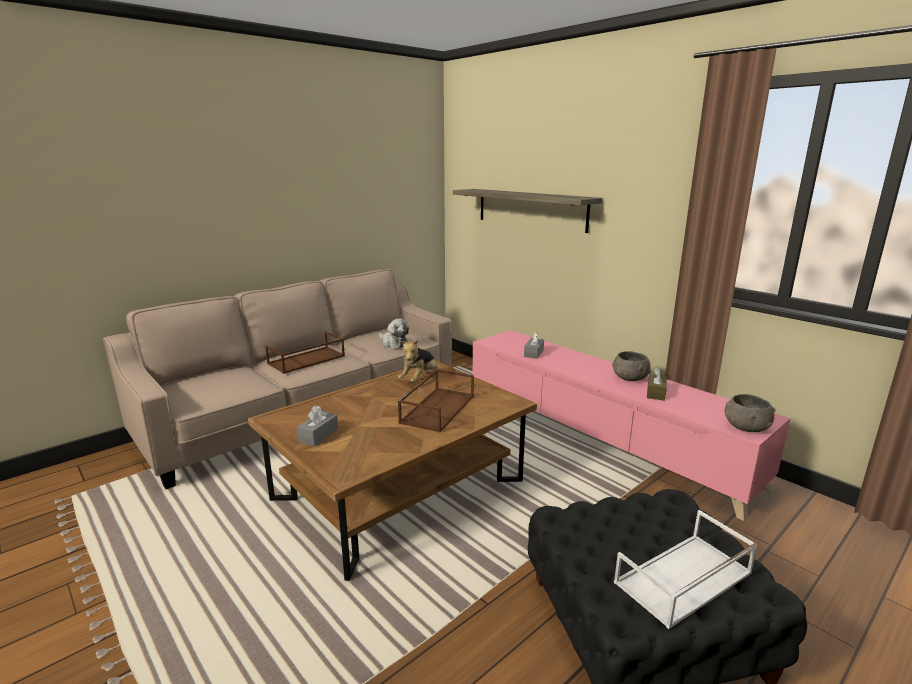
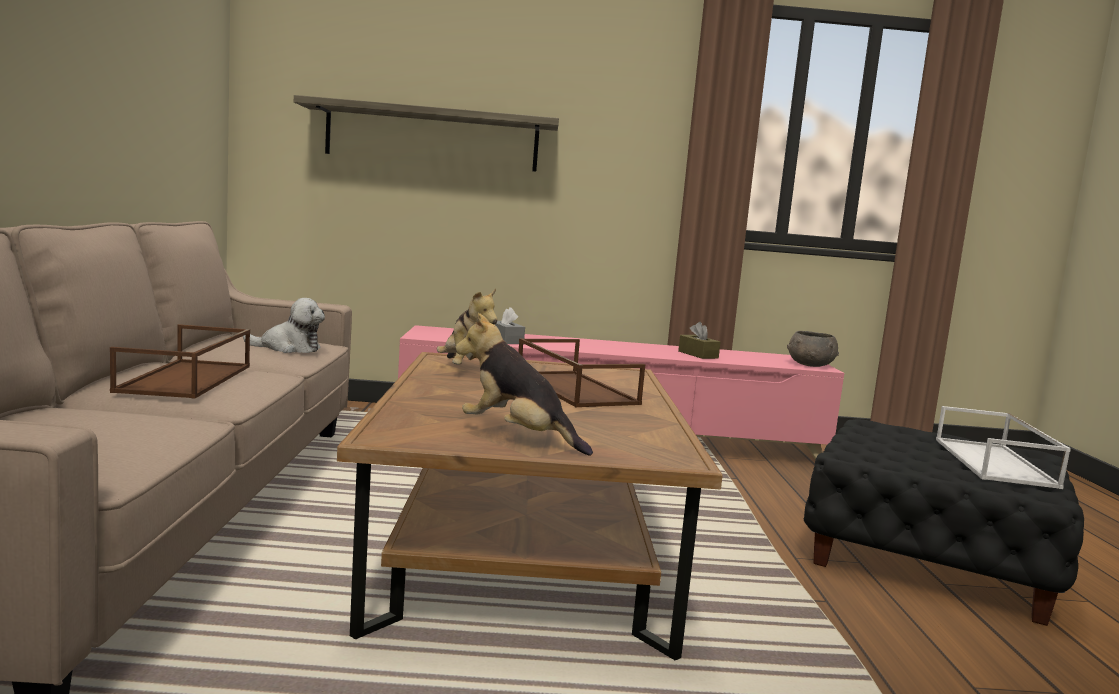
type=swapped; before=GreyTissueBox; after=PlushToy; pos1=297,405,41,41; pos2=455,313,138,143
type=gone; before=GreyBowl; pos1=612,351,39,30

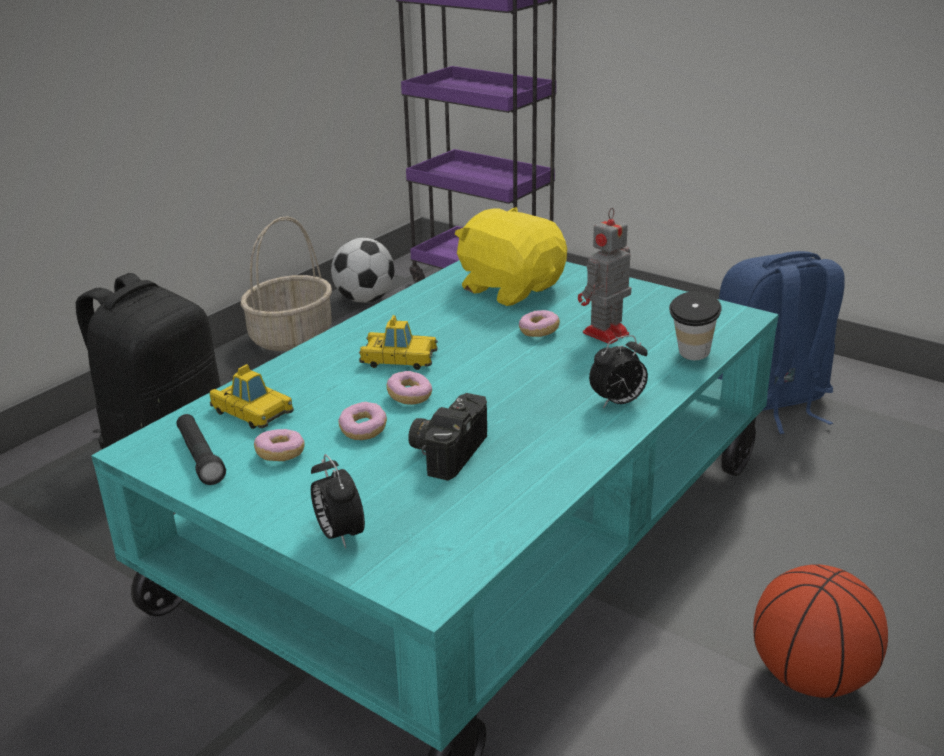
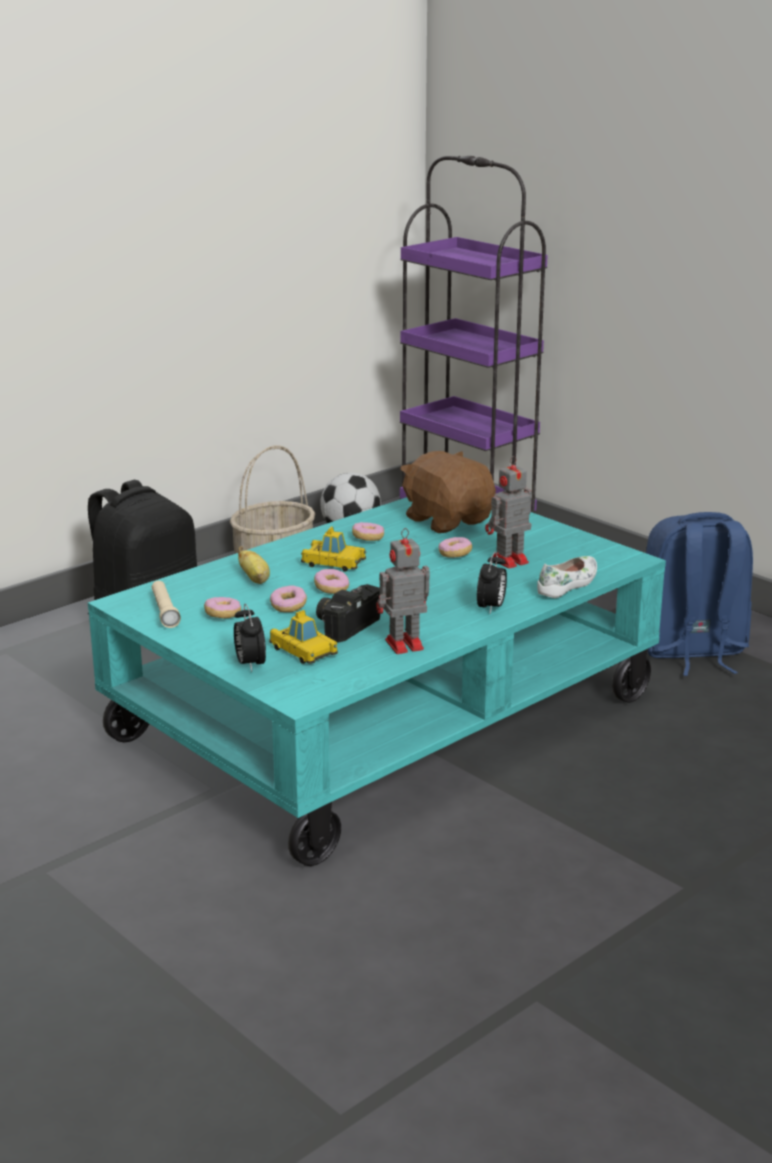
type=repainted; before=BlackFlashlight; after=BeigeFlashlight; pos1=176,414,50,71; pos2=151,581,30,47
type=new; after=Banana; pos2=238,546,32,38
type=shifted; before=ToyCar; pos1=210,364,84,65; pos2=269,610,69,54
type=new; after=Donut; pos2=352,522,32,19
type=new; after=ToyRobot; pos2=376,528,54,126
type=repainted; before=YellowPlushToy; after=BrownPlushToy; pos1=455,207,112,99; pos2=400,451,96,82
type=rotated; before=AlarmClock; pos1=589,335,59,73; pos2=477,551,30,63; turn=-60
type=swapped; before=Cup; after=WhiteShoe; pos1=669,291,53,69; pos2=537,556,60,42
type=gone; before=Basketball; pos1=753,564,135,134

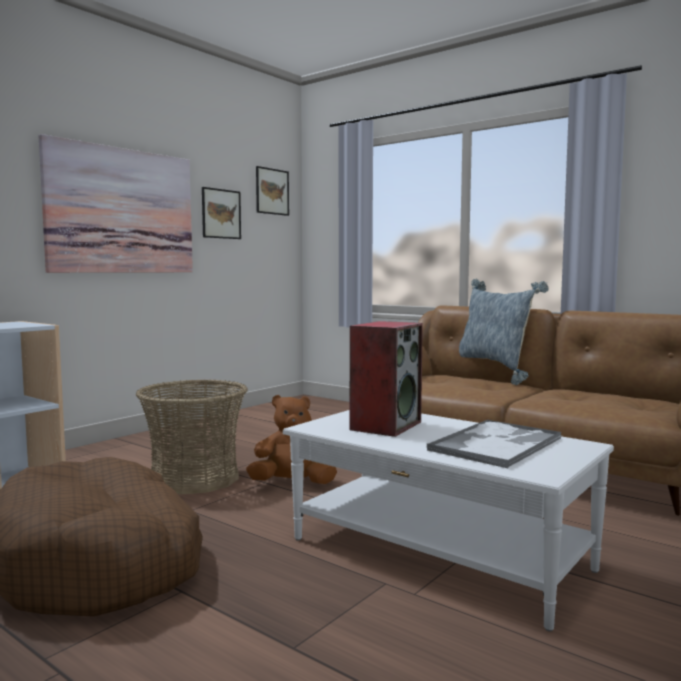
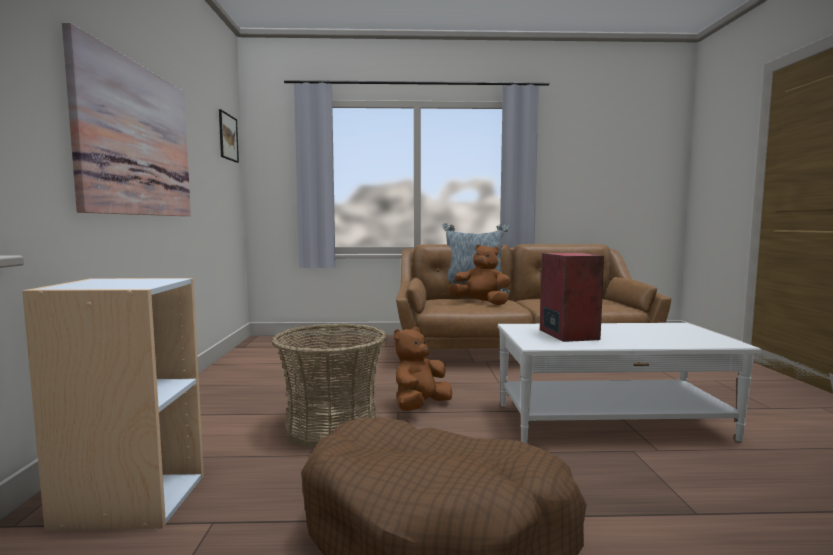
type=new; after=BrownPlushToy; pos2=448,244,63,61
type=gone; before=Picture; pos1=202,187,39,52
type=gone; before=Tray; pos1=427,420,135,48

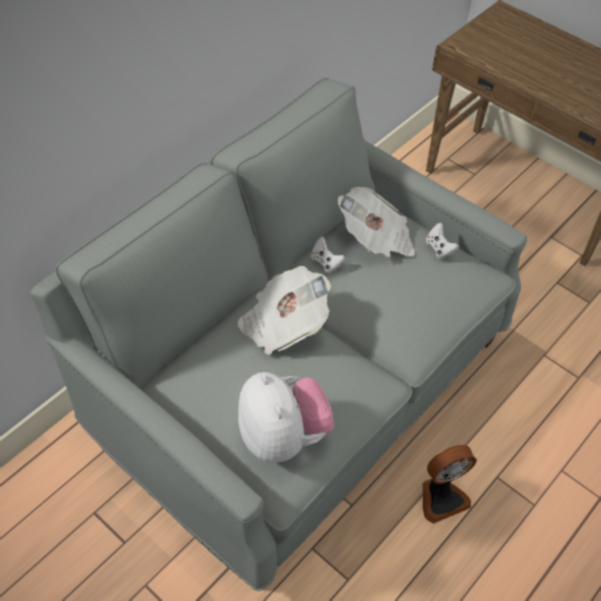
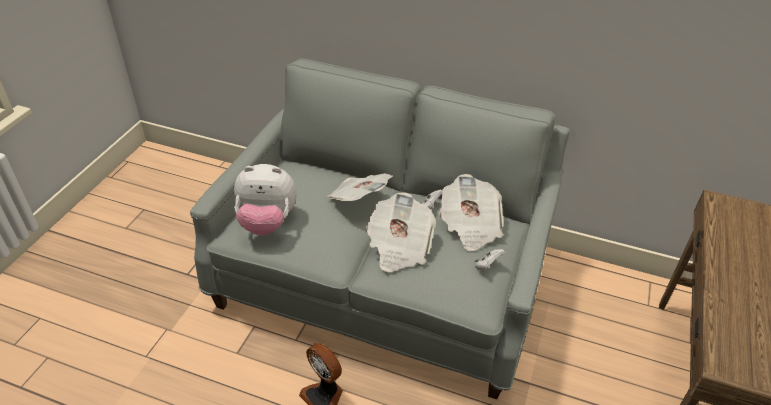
type=rotated; before=PlushToy; pos1=238,372,96,91; pos2=234,164,63,71; turn=45
type=new; after=Newspaper; pos2=366,192,70,80

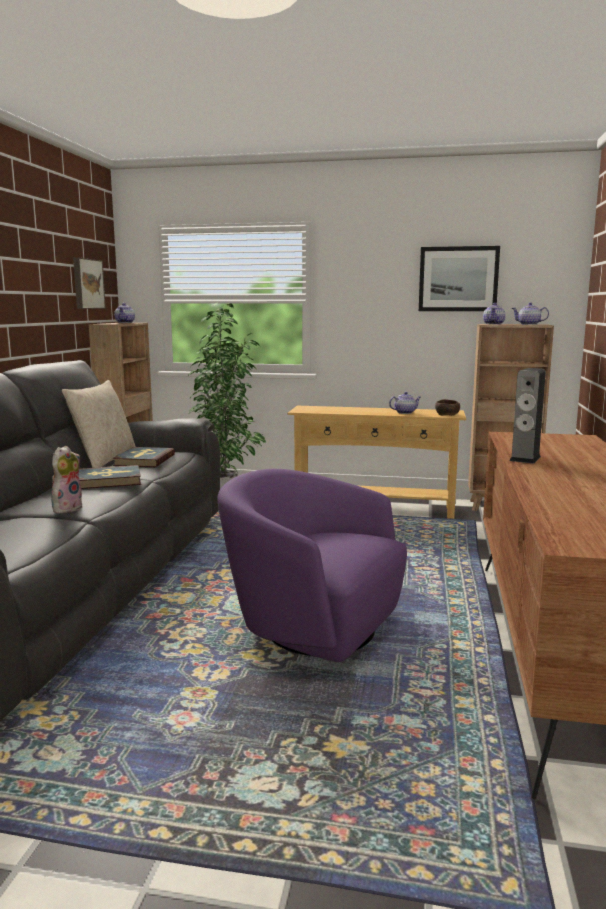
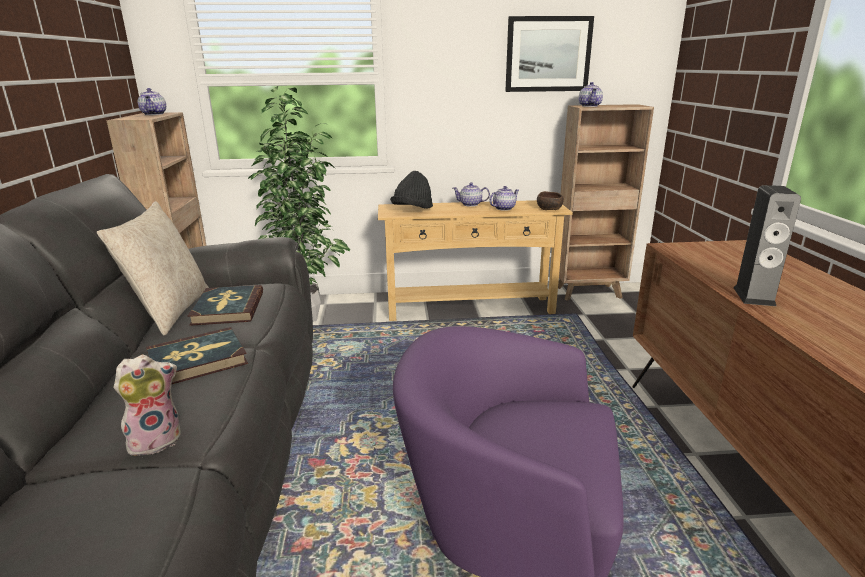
type=rotated; before=PlushToy; pos1=51,446,32,67; pos2=113,354,68,102; turn=45
type=new; after=BlackHat; pos2=390,171,43,37
type=shifted; before=Teapot; pos1=512,303,37,22; pos2=453,182,37,25
type=gone; before=Picture; pos1=73,257,33,52

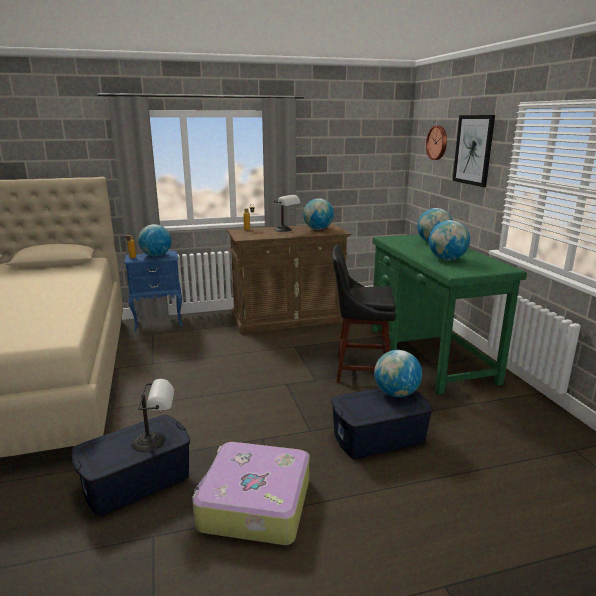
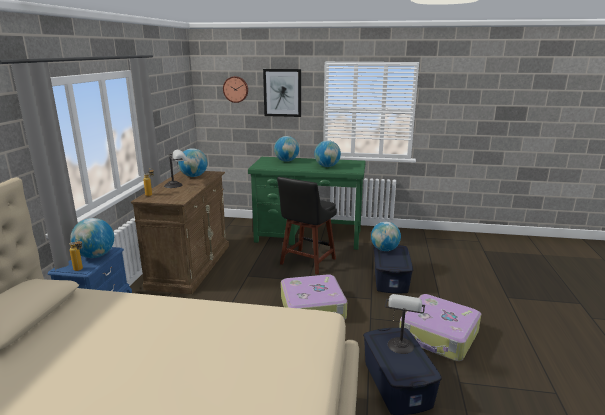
type=new; after=Suitcase; pos2=281,274,66,46

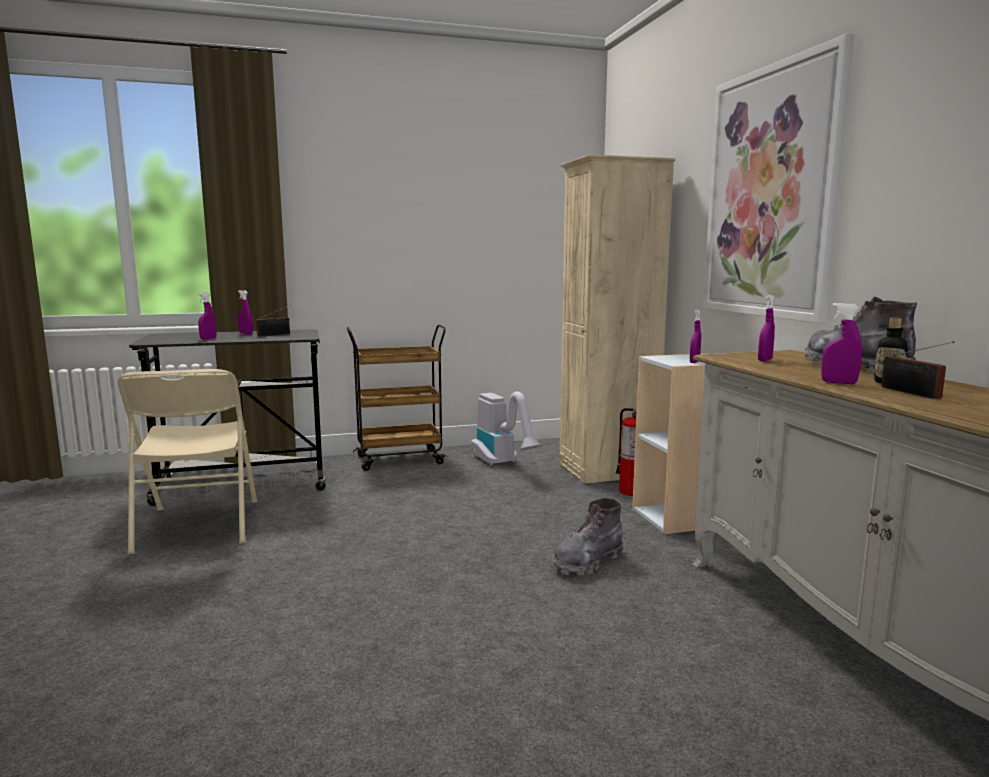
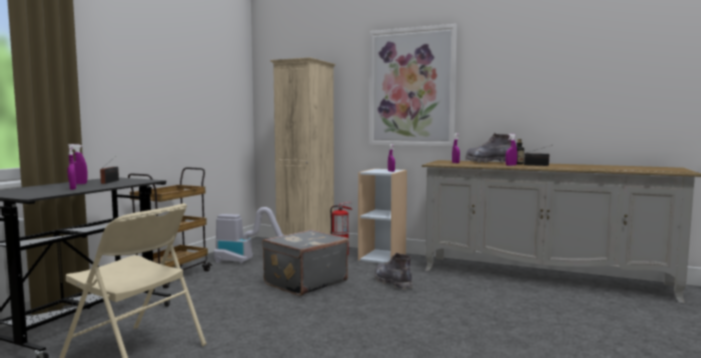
type=new; after=GreySuitcase; pos2=262,230,86,66
type=rotated; before=GreyBoot; pos1=553,498,70,78; pos2=375,253,38,37; turn=150

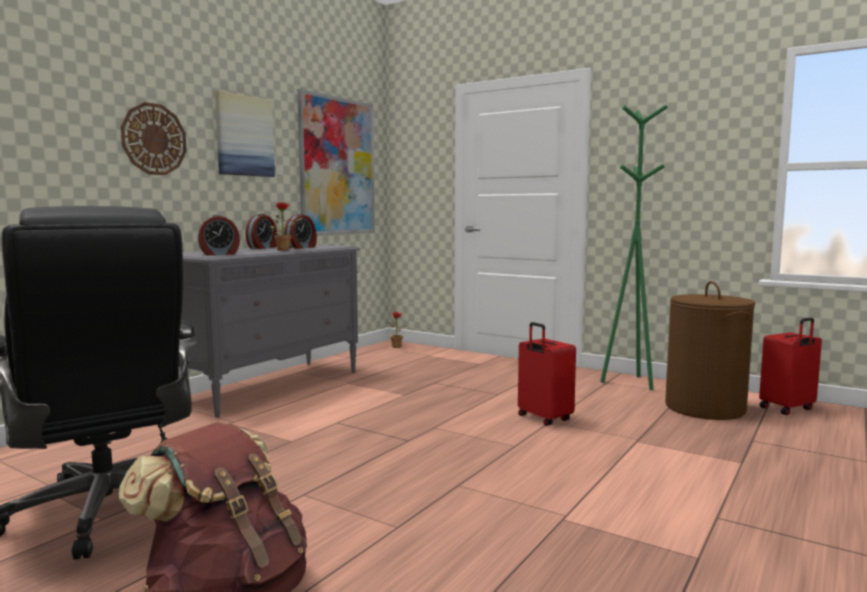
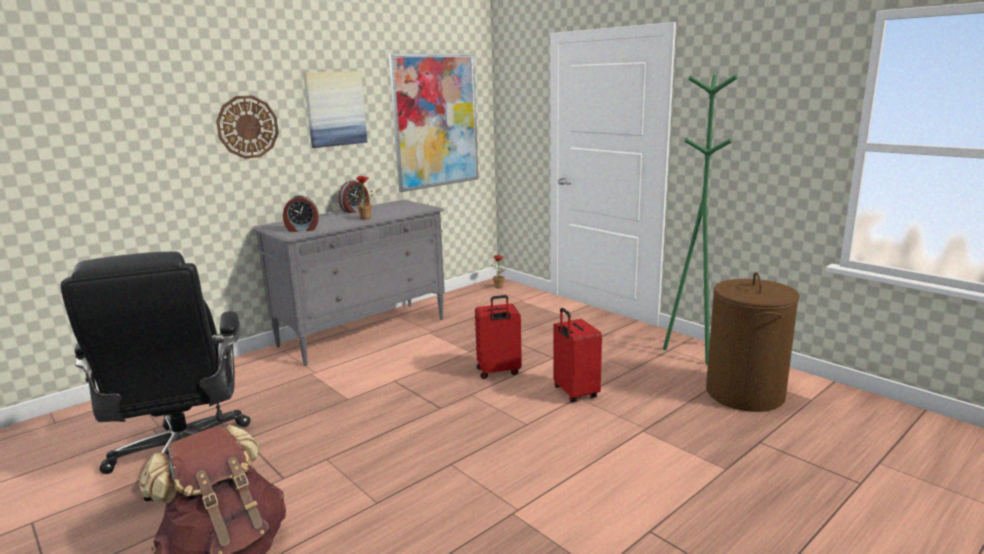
type=shifted; before=RedSuitcase; pos1=759,318,63,97; pos2=475,295,47,84
type=gone; before=AlarmClock; pos1=284,214,33,34

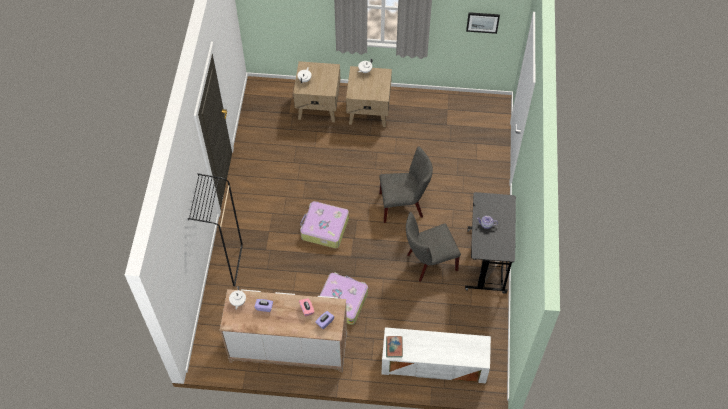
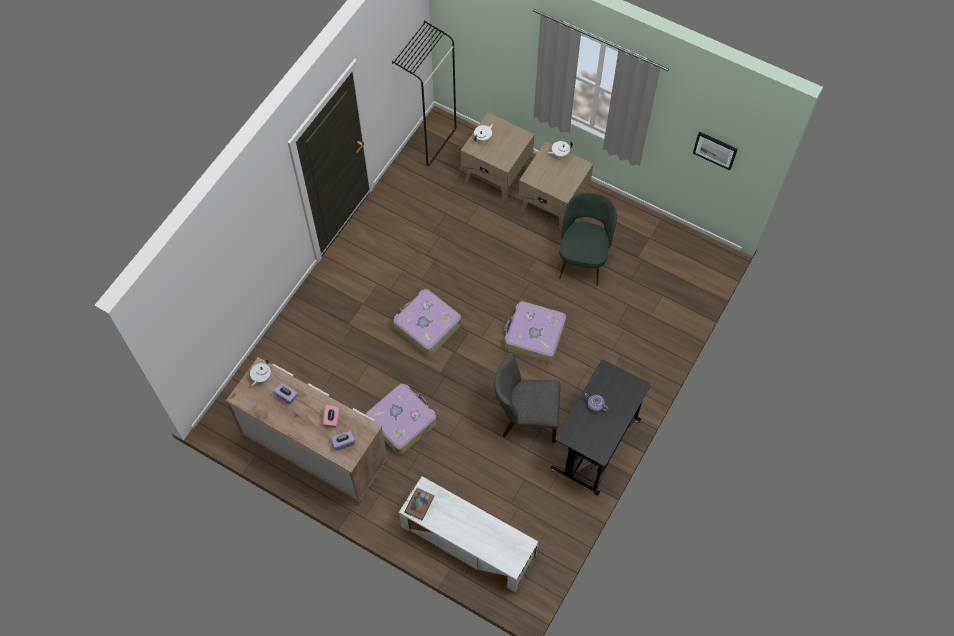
type=shifted; before=BlackClothesRack; pos1=188,173,55,113; pos2=392,20,64,147
type=swapped; before=GreyChair; after=Suitcase; pos1=379,146,54,77; pos2=504,301,62,62
type=new; after=GreenChair; pos2=559,192,58,94

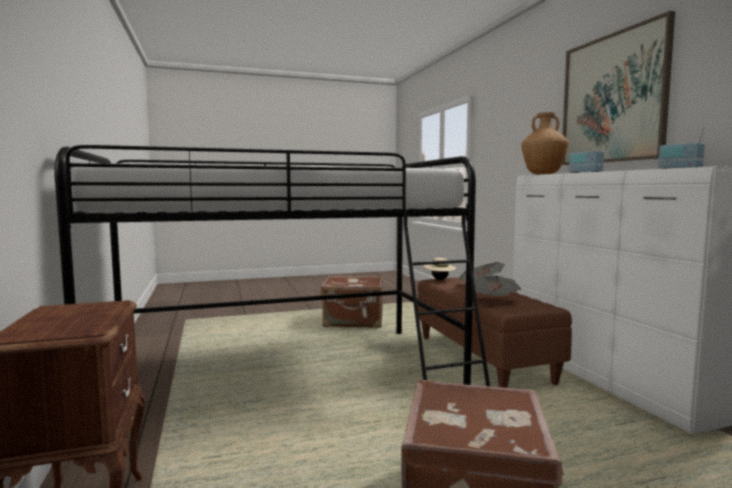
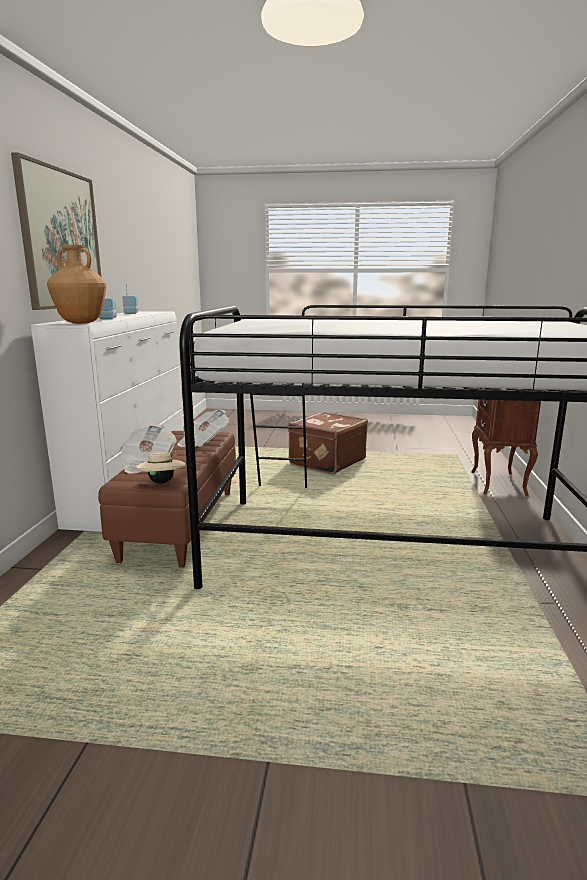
type=gone; before=BrownSuitcase; pos1=321,276,62,52

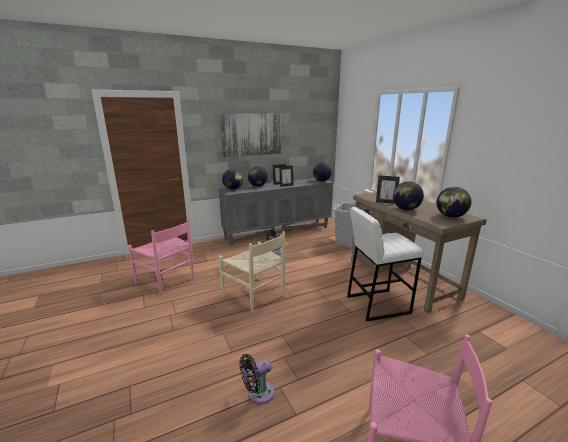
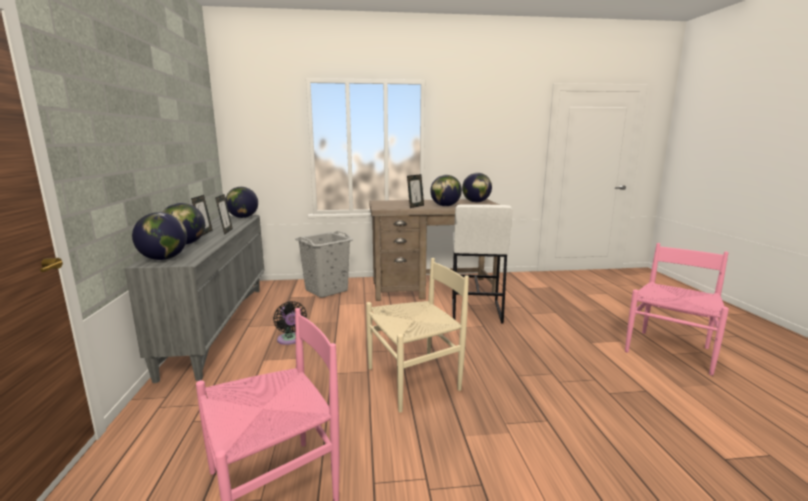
type=gone; before=Picture; pos1=220,113,61,44
type=gone; before=BlackFan; pos1=239,354,35,50

